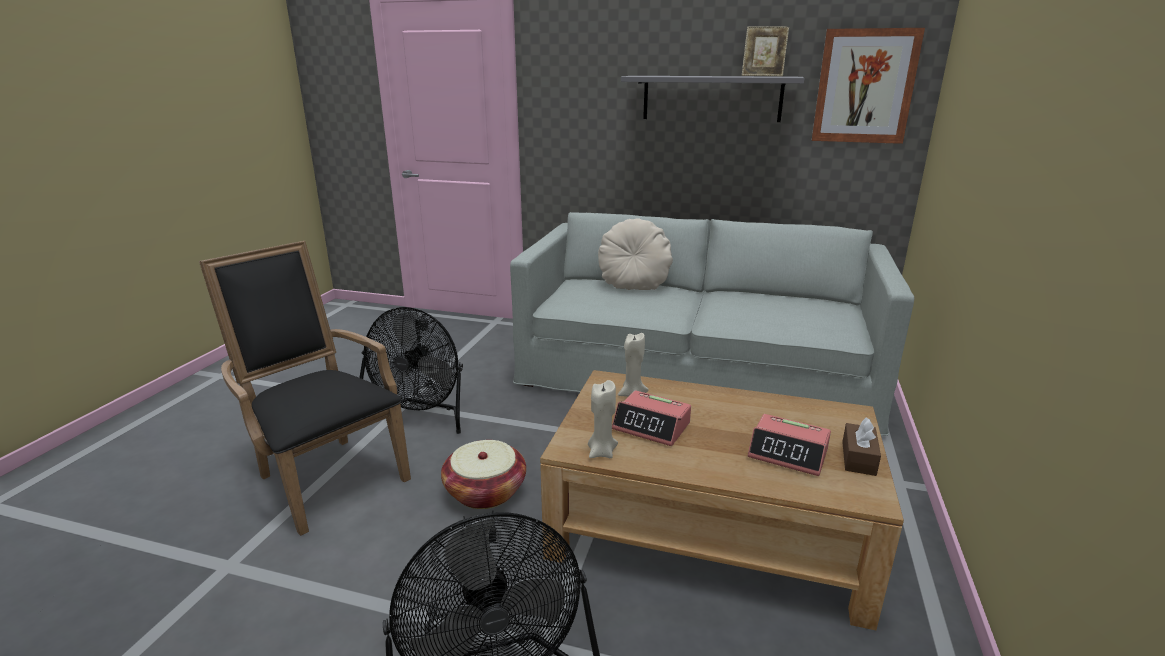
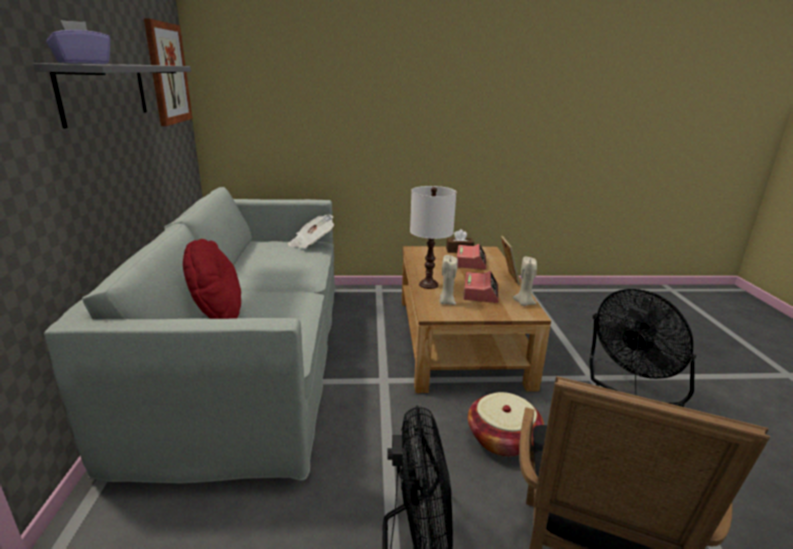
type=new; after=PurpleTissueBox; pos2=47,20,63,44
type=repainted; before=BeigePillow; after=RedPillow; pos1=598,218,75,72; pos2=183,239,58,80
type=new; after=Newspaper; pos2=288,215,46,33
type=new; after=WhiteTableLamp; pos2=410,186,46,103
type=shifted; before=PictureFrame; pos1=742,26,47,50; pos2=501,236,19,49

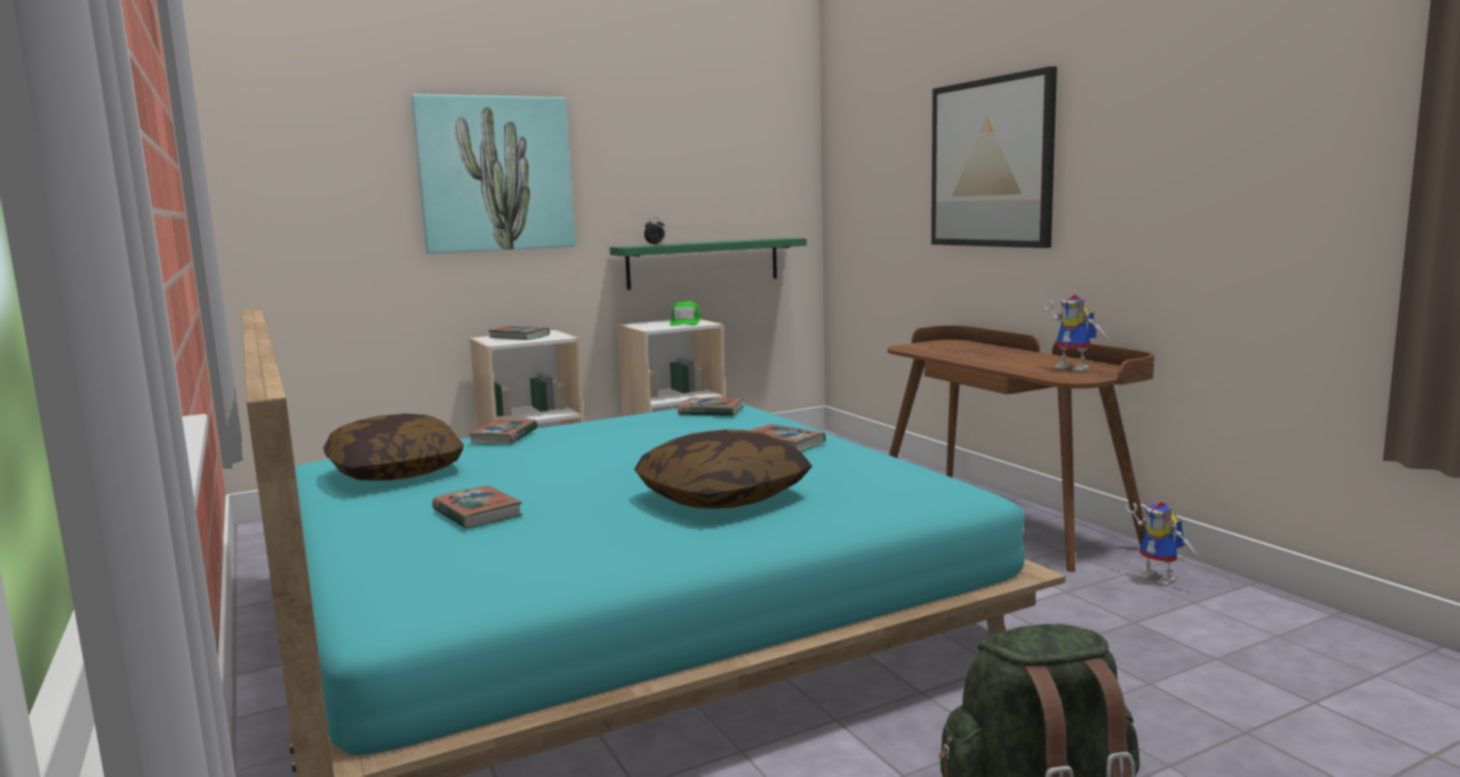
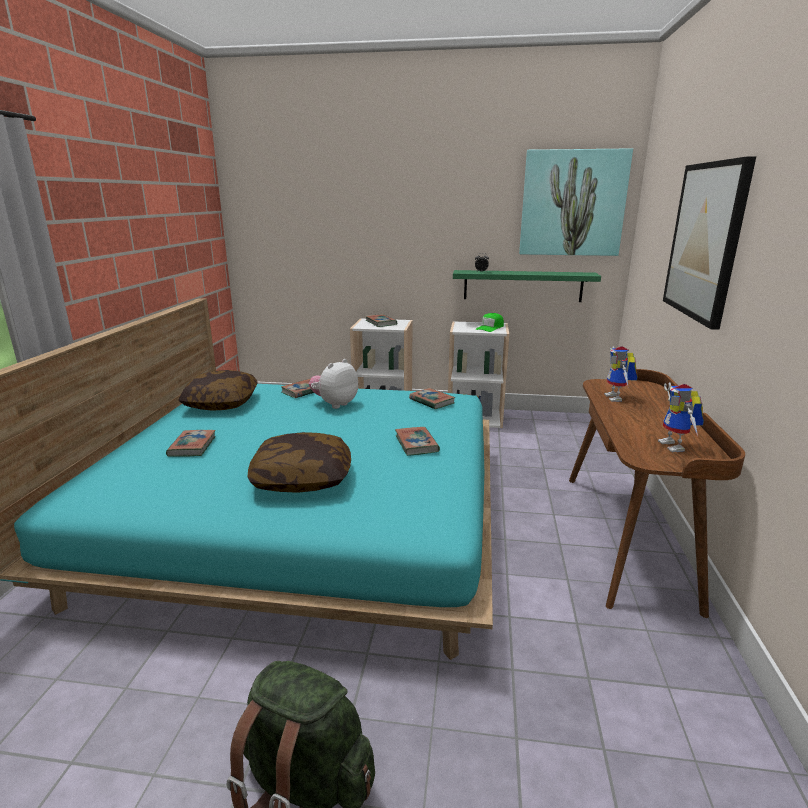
type=new; after=PlushToy; pos2=309,359,49,50
type=shifted; before=Picture; pos1=412,94,163,160; pos2=519,148,114,108
type=shifted; before=ToyRobot; pos1=1125,502,76,84; pos2=604,346,34,56

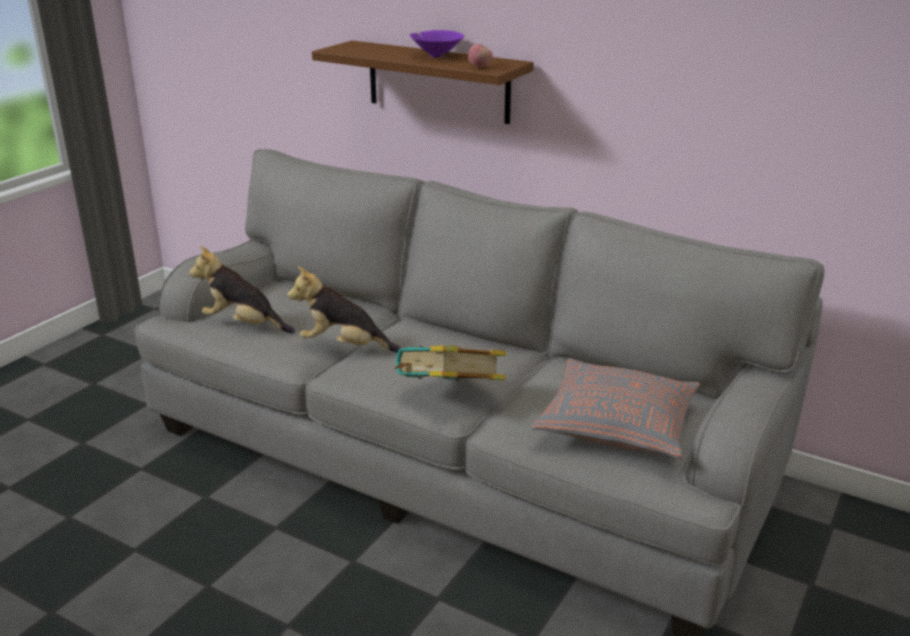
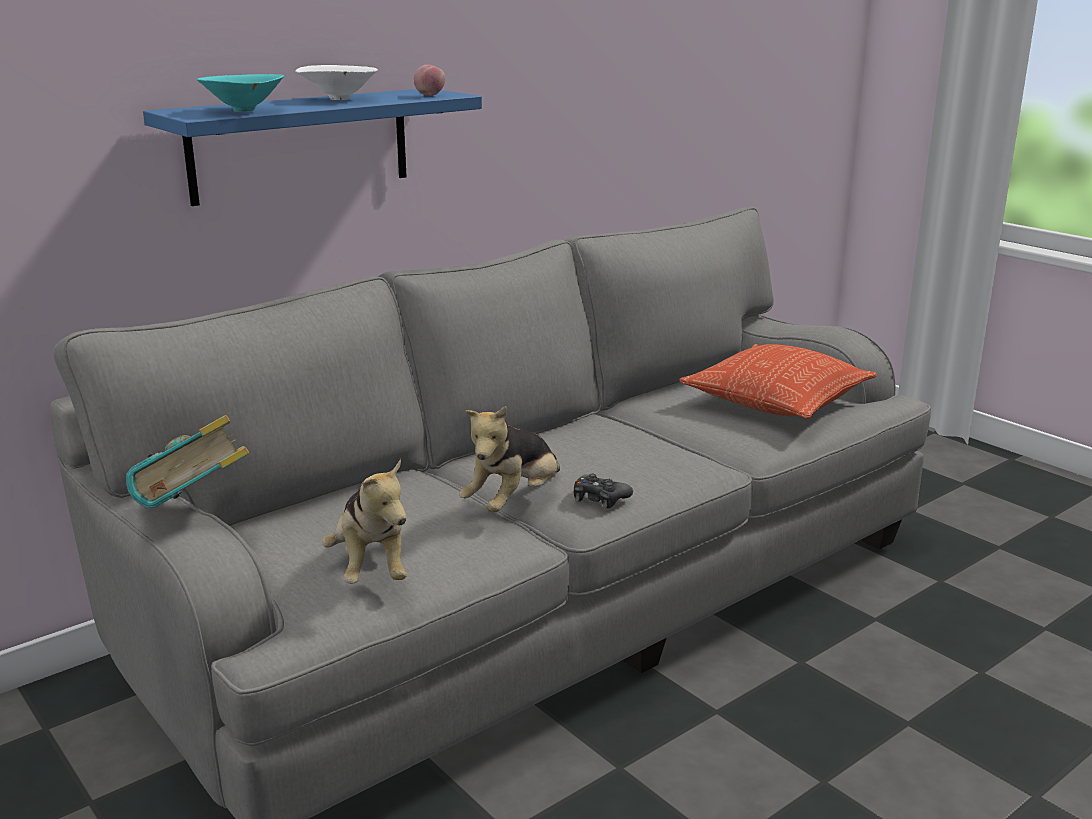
type=shifted; before=Book; pos1=395,345,111,36; pos2=126,415,123,93
type=repainted; before=BrownShelf; after=BlueShelf; pos1=312,40,222,84; pos2=143,89,339,117
type=new; after=TurquoiseBowl; pos2=197,74,87,38
type=repainted; before=PurpleBowl; after=WhiteBowl; pos1=410,30,54,28; pos2=296,65,82,35
type=rotated; before=PlushToy; pos1=189,246,106,88; pos2=322,459,85,125; turn=-60
type=new; after=BlackGameController; pos2=574,474,59,35
type=repainted; before=GreyPillow; after=OrangePillow; pos1=531,359,169,100; pos2=679,344,198,74

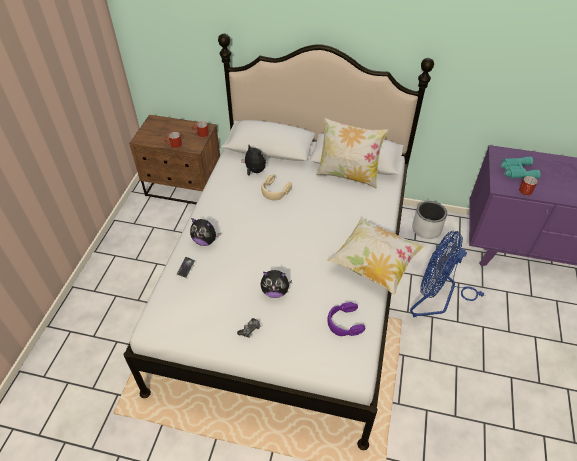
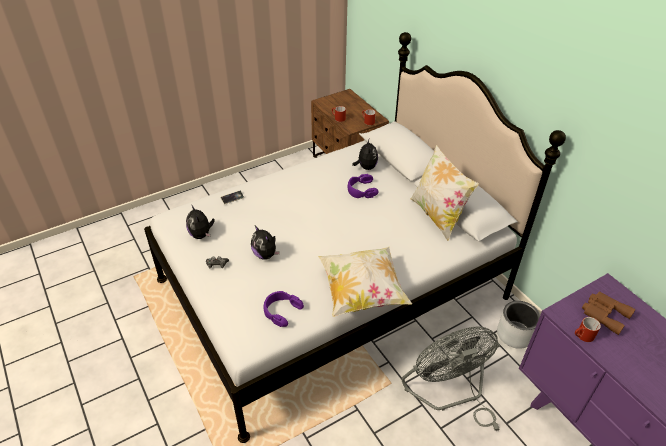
type=shifted; before=PlushToy; pos1=190,218,31,28; pos2=186,204,29,35
type=repainted; before=BeigeHeadphones; after=PurpleHeadphones; pos1=261,174,31,26; pos2=348,174,30,24
type=repainted; before=BlueFan; after=GreyFan; pos1=410,231,75,86; pos2=402,327,98,104
type=repainted; before=TurquoiseBinoculars; after=BrownBinoculars; pos1=501,157,39,22; pos2=582,291,54,44

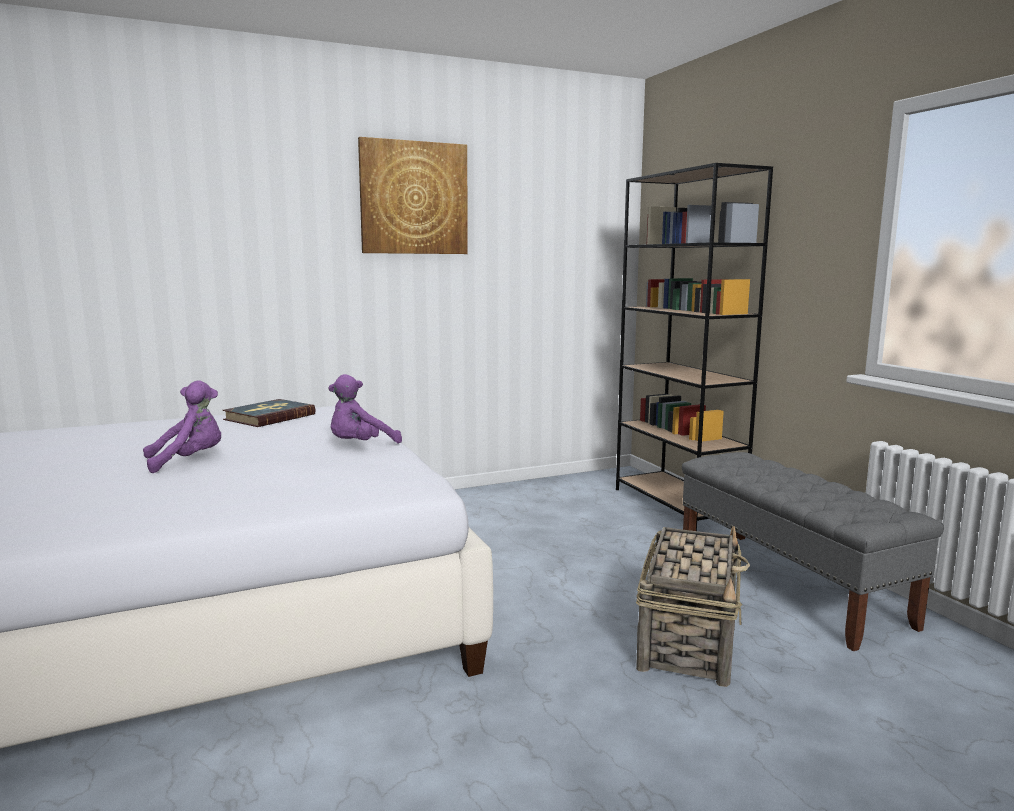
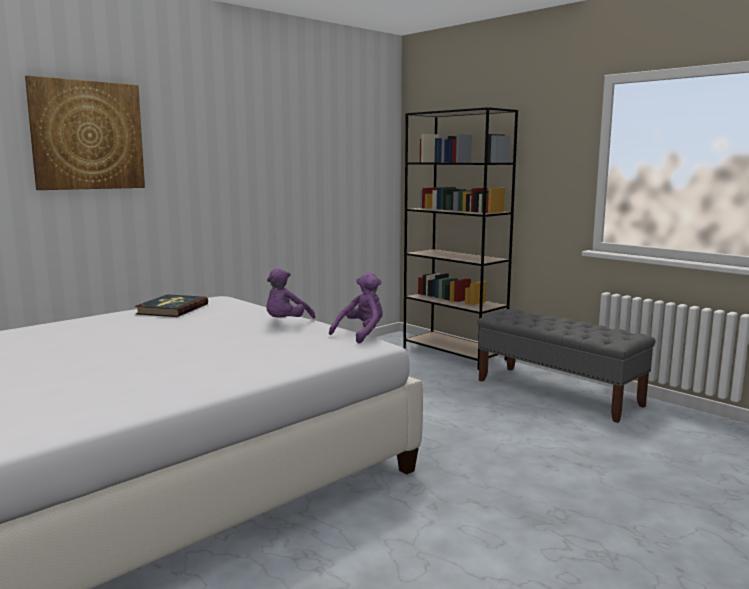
type=shifted; before=Picture; pos1=358,137,110,117; pos2=25,75,120,115
type=shifted; before=PurplePlushToy; pos1=143,380,78,93; pos2=329,272,54,71
type=gone; before=Basket; pos1=636,526,114,161

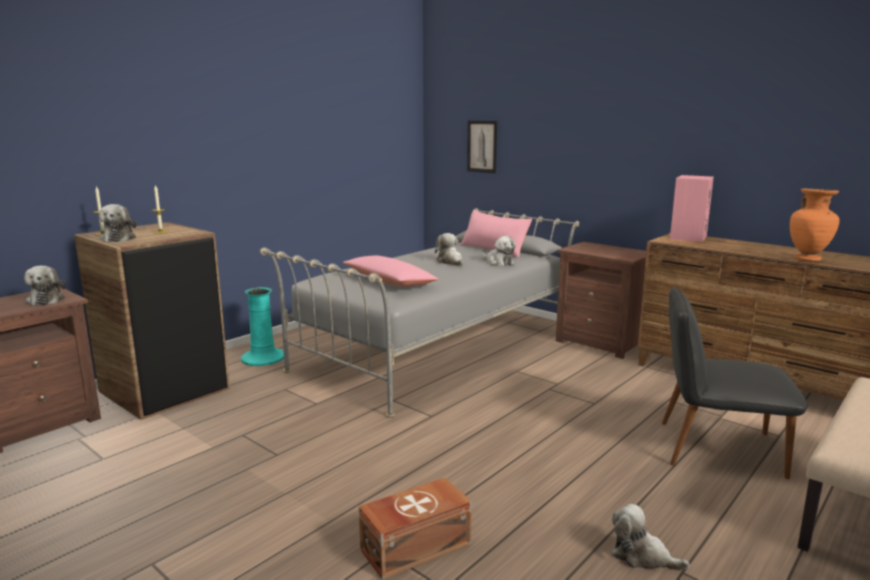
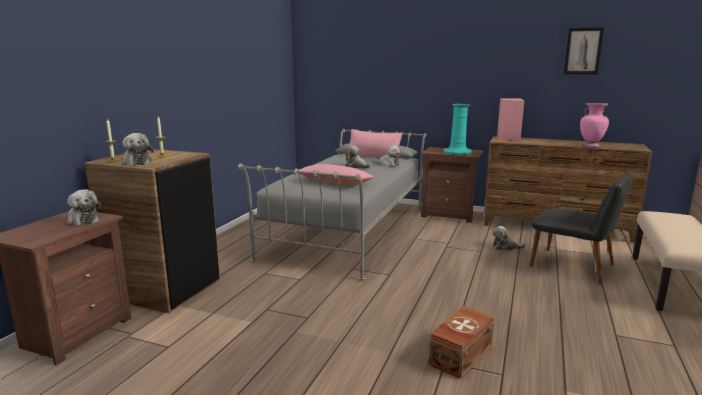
type=shifted; before=TurquoiseVase; pos1=241,287,43,79; pos2=443,104,29,51
type=shifted; before=PlushToy; pos1=612,504,78,67; pos2=492,226,34,25
type=rotated; before=BlackChair; pos1=662,287,146,192; pos2=530,173,103,111; turn=-135
type=shifted; before=Picture; pos1=467,120,30,53; pos2=564,27,40,47
type=repainted; before=OrangeVase; after=PinkVase; pos1=790,189,49,72; pos2=580,103,29,44

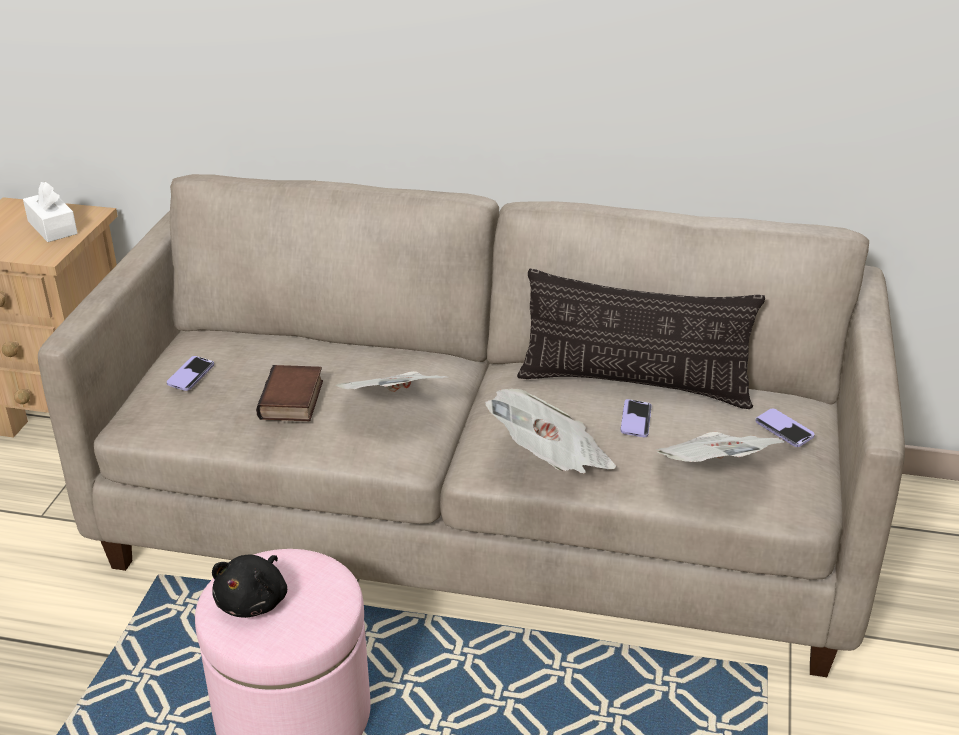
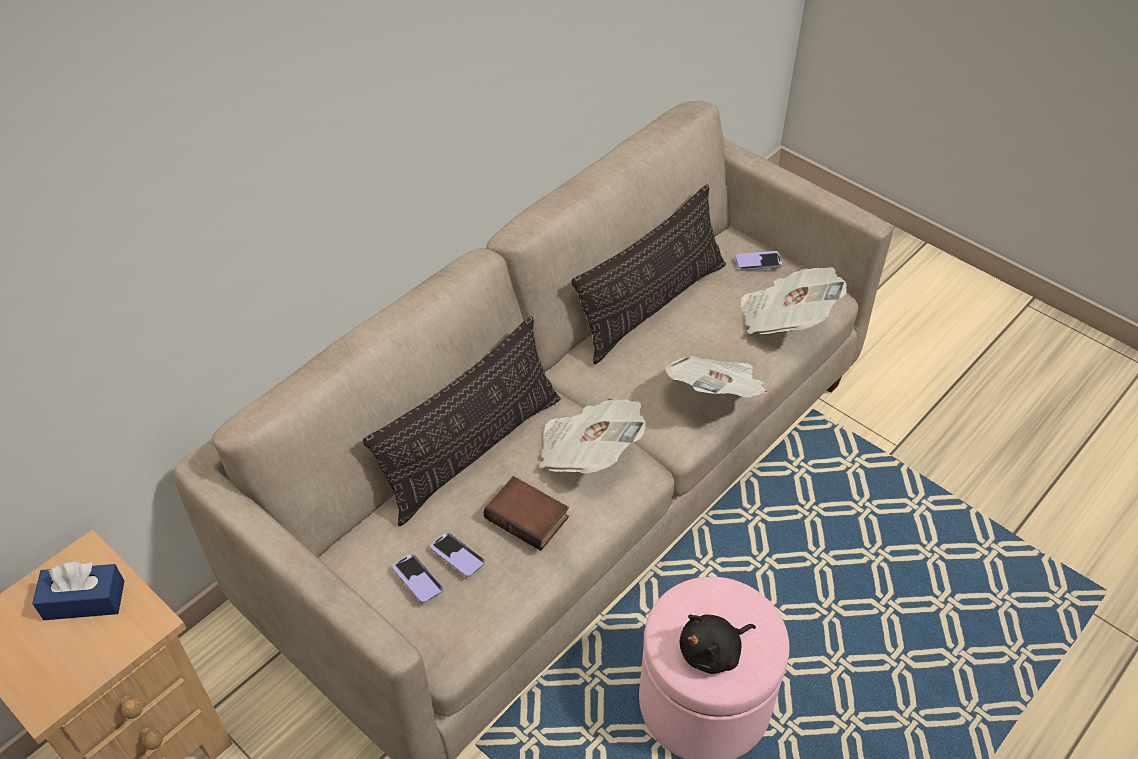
type=repainted; before=WhiteTissueBox; after=BlueTissueBox; pos1=23,182,55,60; pos2=32,562,92,58
type=new; after=Pillow; pos2=363,316,197,210
type=shifted; before=Phone; pos1=620,399,32,38; pos2=430,533,55,44
type=rotated; before=BlackPlushToy; pos1=212,555,75,63; pos2=680,614,76,60; turn=105

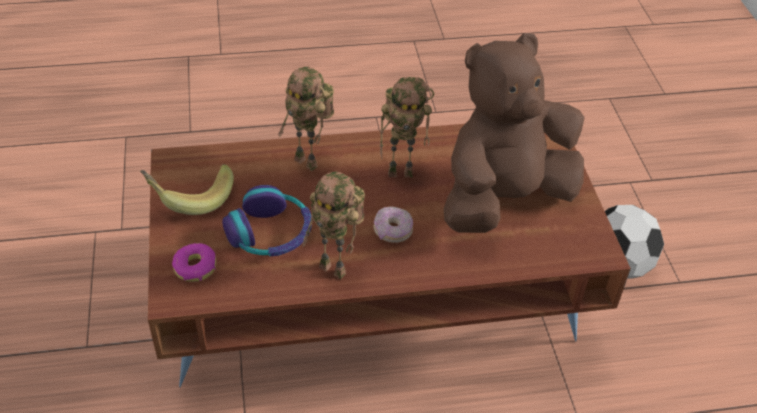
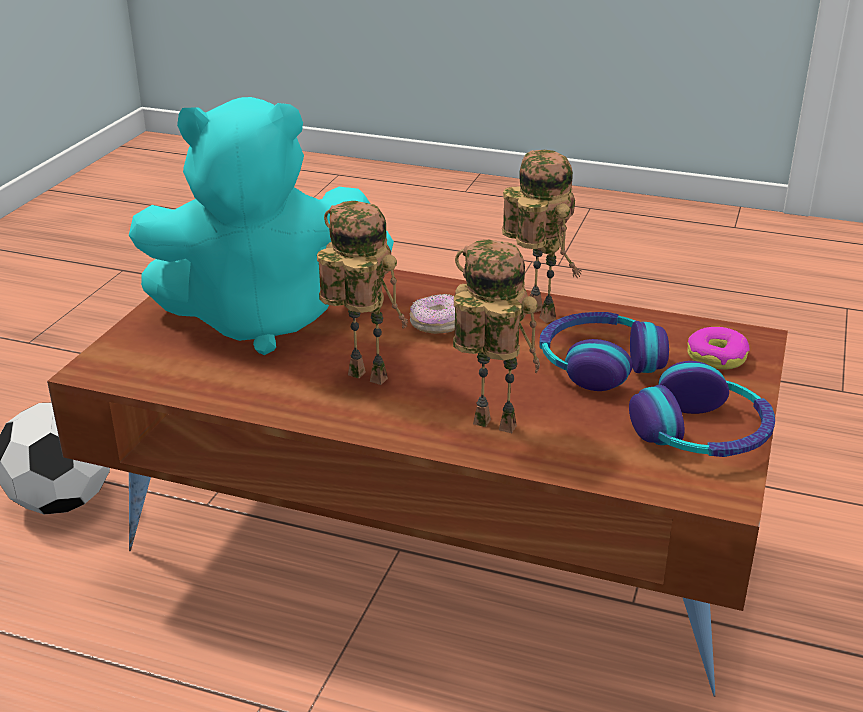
type=repainted; before=BrownPlushToy; after=TurquoisePlushToy; pos1=444,33,141,200; pos2=129,97,265,258
type=rotated; before=ToyRobot; pos1=278,67,56,104; pos2=453,240,87,193; turn=-45
type=swapped; before=Banana; after=Headphones; pos1=140,164,94,51; pos2=629,361,146,96

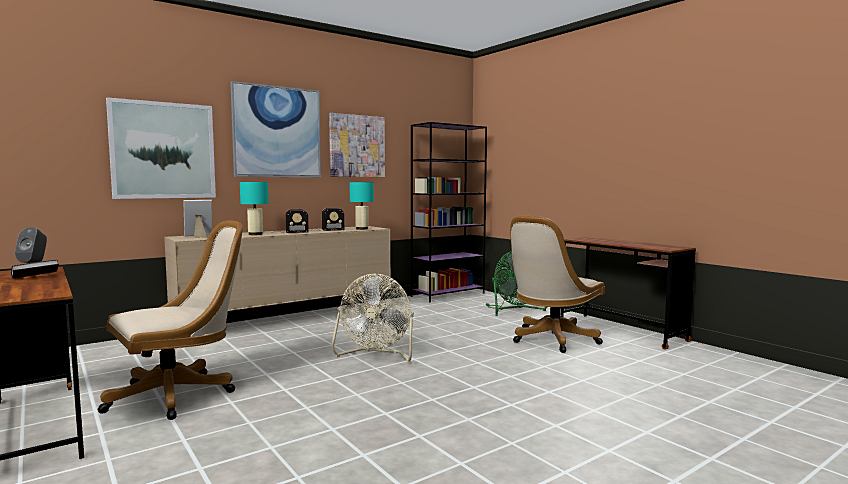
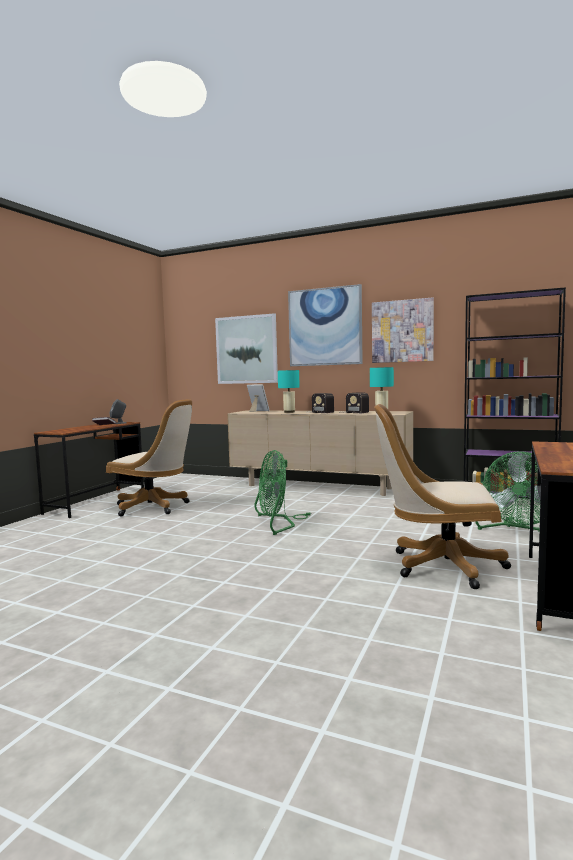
type=repainted; before=BeigeFan; after=GreenFan; pos1=331,274,83,90; pos2=254,450,58,85

